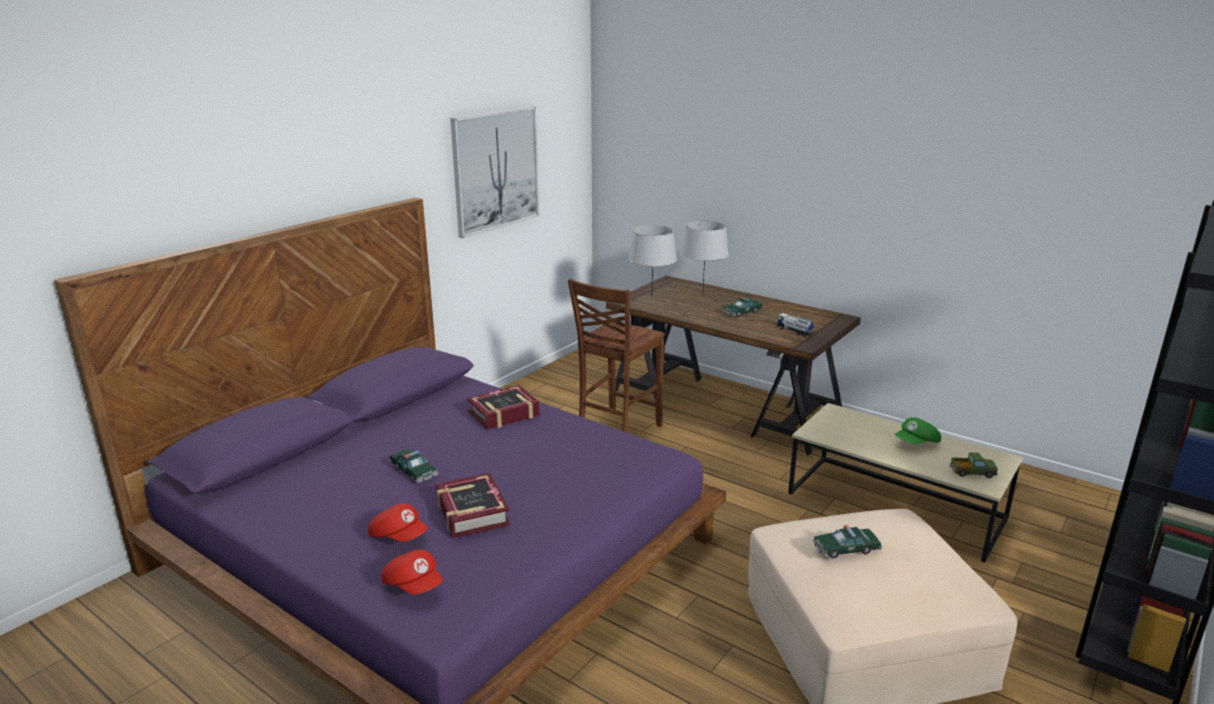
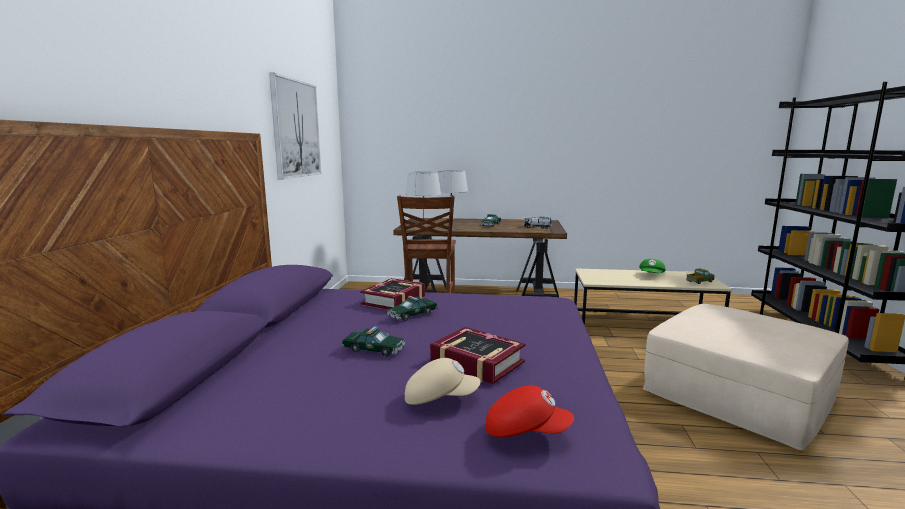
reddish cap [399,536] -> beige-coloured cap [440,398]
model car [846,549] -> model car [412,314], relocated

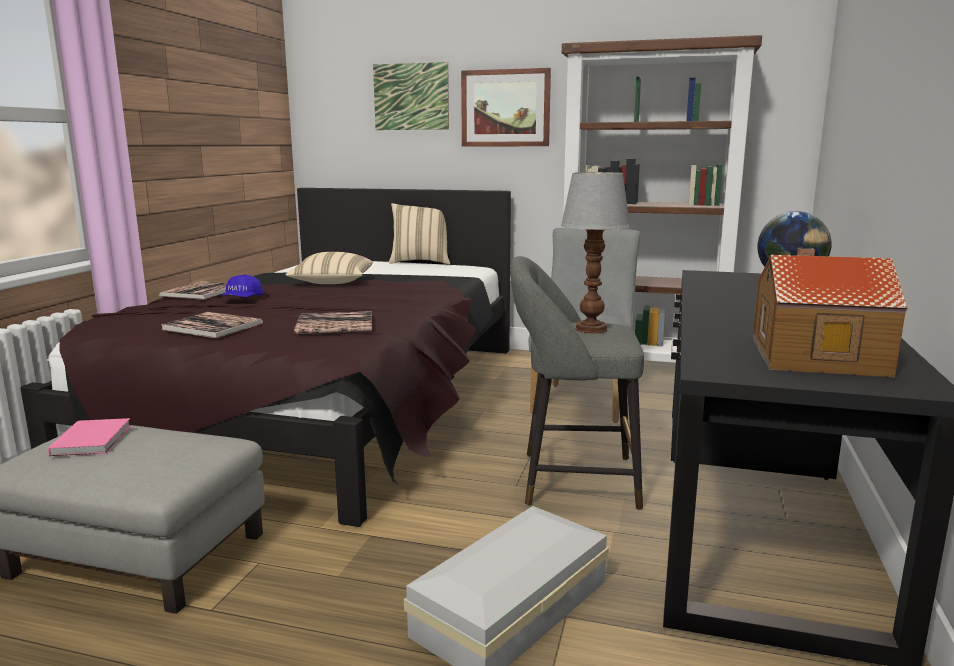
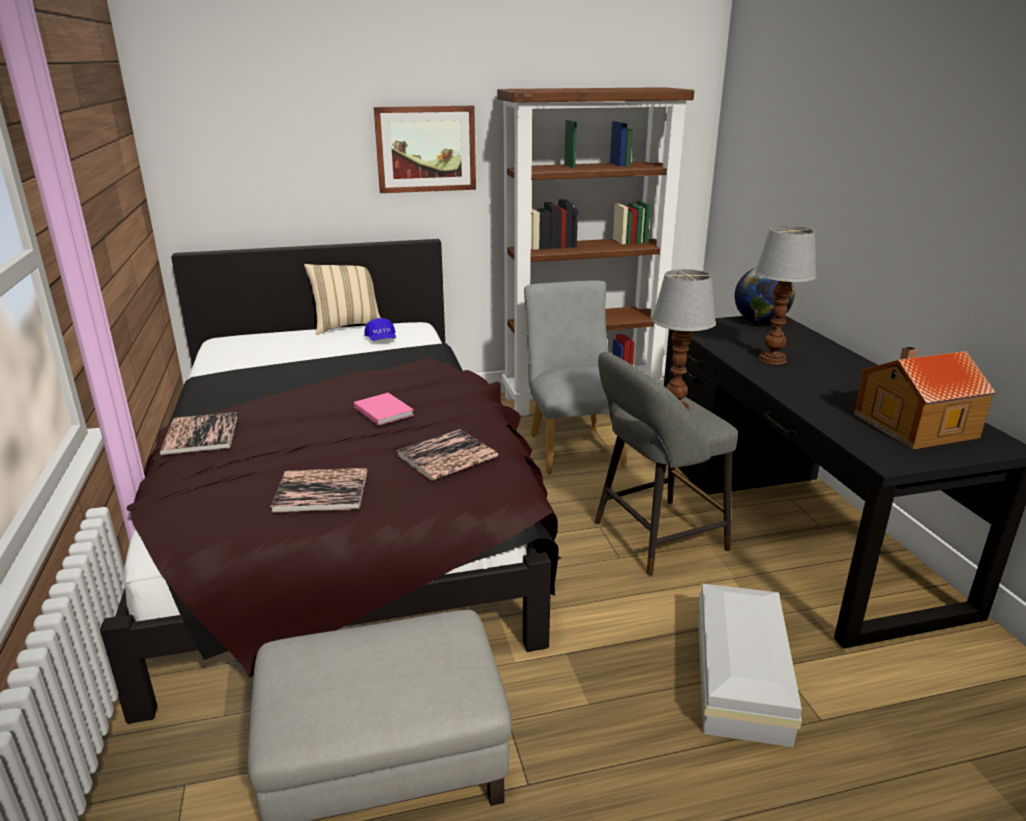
picture [411,96] -> none
beige-coloured pillow [332,283] -> none
blue-coloured cap [242,299] -> blue-coloured cap [381,340], relocated
pink-coloured bound book [94,439] -> pink-coloured bound book [383,410], relocated
none -> tabletop lamp [771,359]

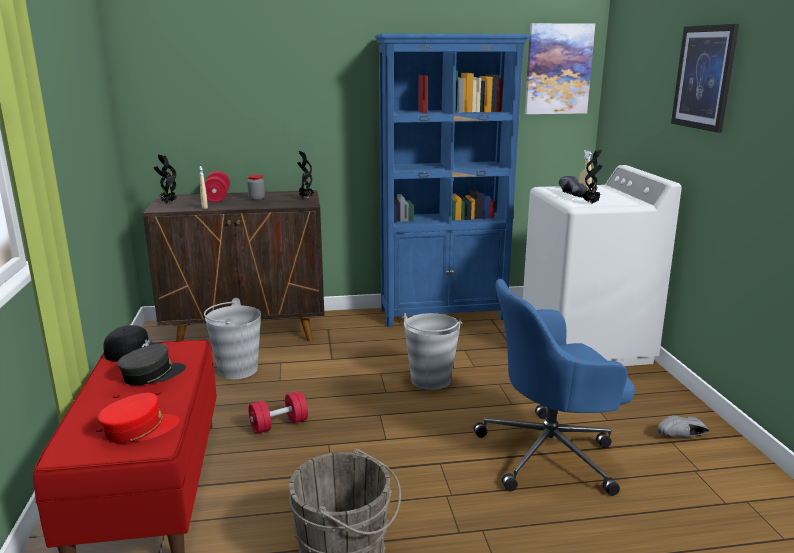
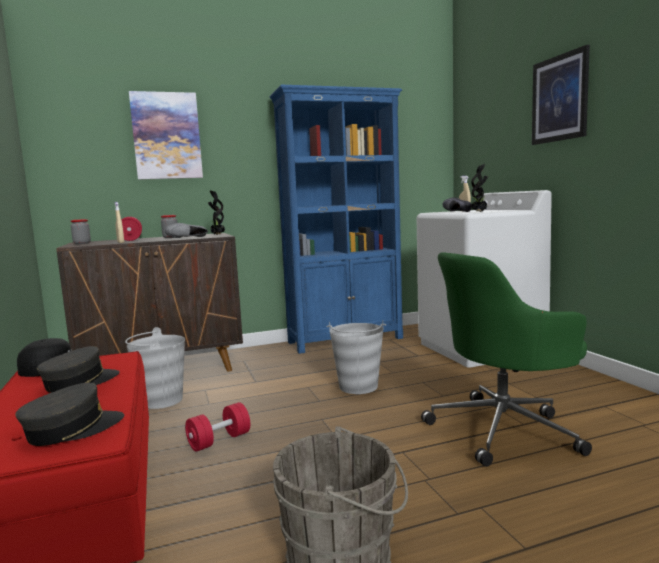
picture [558,69] -> picture [166,136], relocated
potted plant [168,203] -> preserve jar [82,243]
blue-coloured office chair [550,454] -> green-coloured office chair [504,429]
reddish cap [140,429] -> gray cap [73,429]
gray item of footwear [683,437] -> gray item of footwear [189,238], relocated

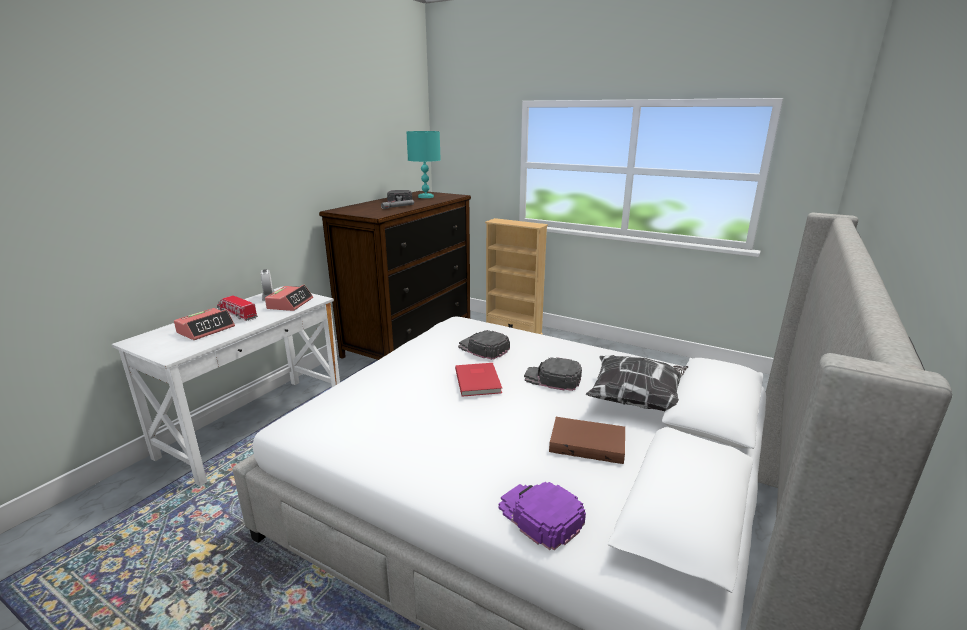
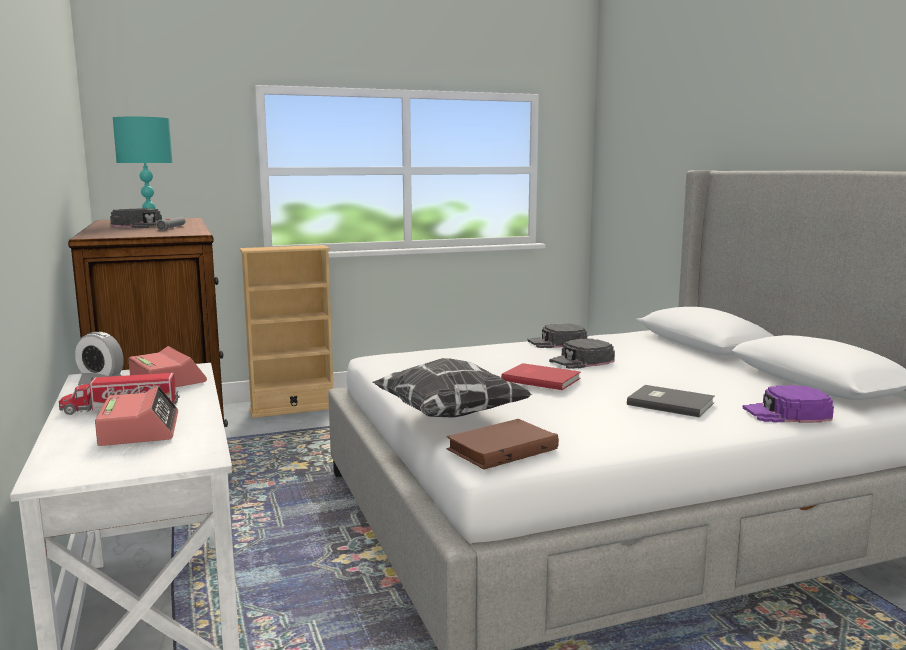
blackish cap [483,348] -> blackish cap [557,343], relocated
pillow [638,400] -> pillow [450,415], relocated
brown-coloured bound book [588,443] -> brown-coloured bound book [501,448], relocated
none -> gray bound book [669,403]

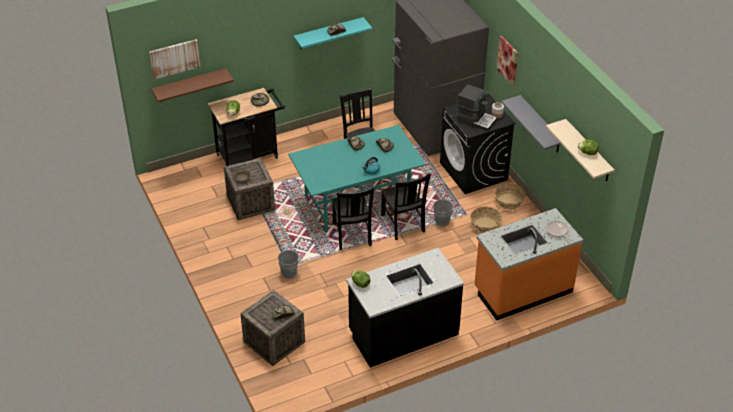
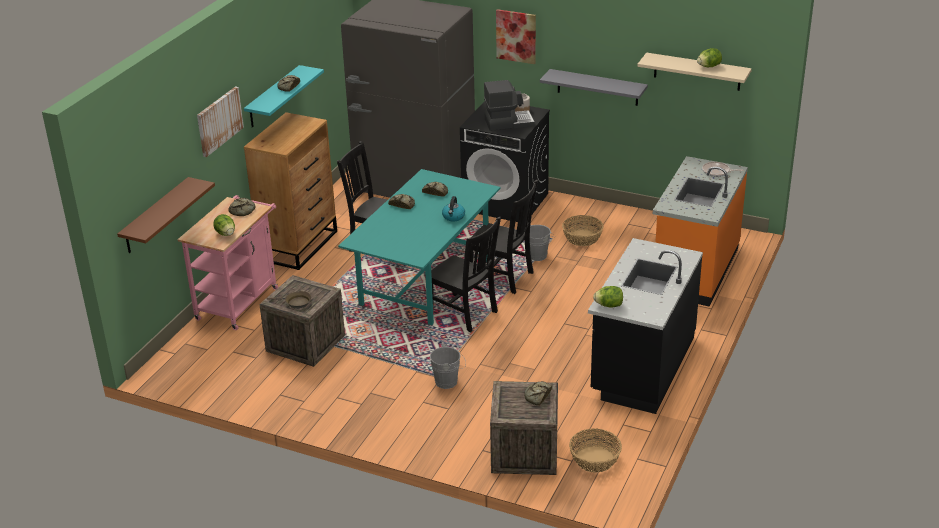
picture [174,58] -> picture [219,121], relocated
blackish wheeled cart [251,155] -> pink-coloured wheeled cart [240,300]
storage basket [509,201] -> storage basket [595,459], relocated
none -> brown-coloured dresser [299,245]

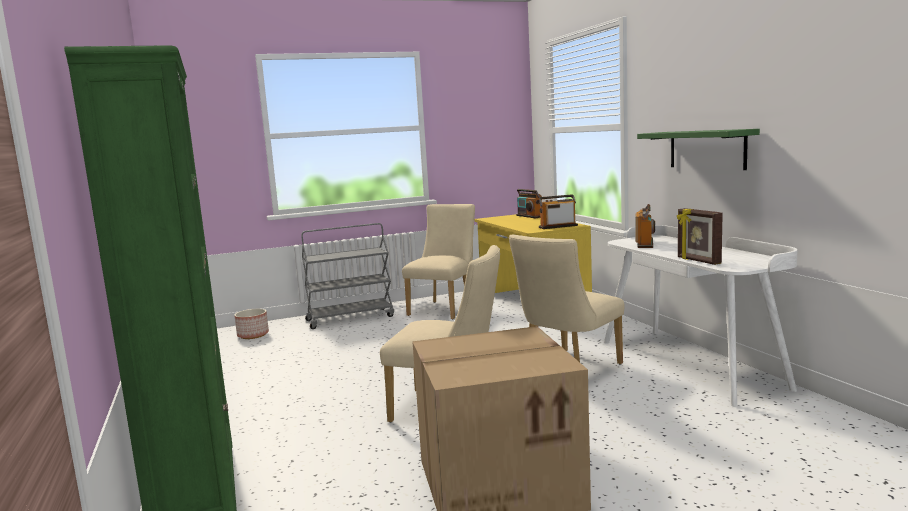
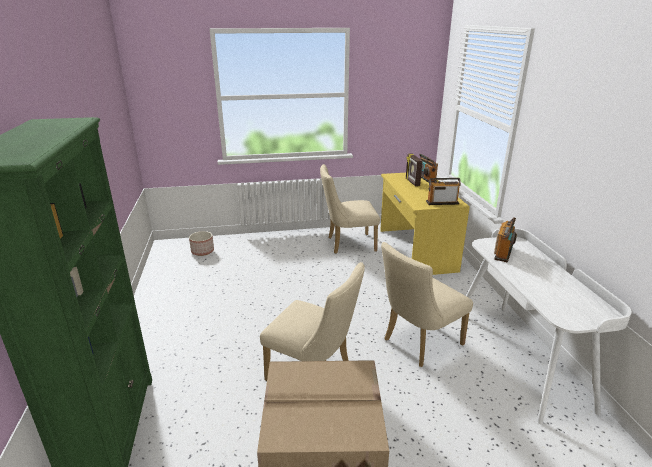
green-coloured shelf [706,149] -> none
beige-coloured chair [444,308] -> beige-coloured chair [347,244], 135 degrees counterclockwise
standing frame [698,261] -> standing frame [412,182], relocated
gray wheeled cart [350,318] -> none

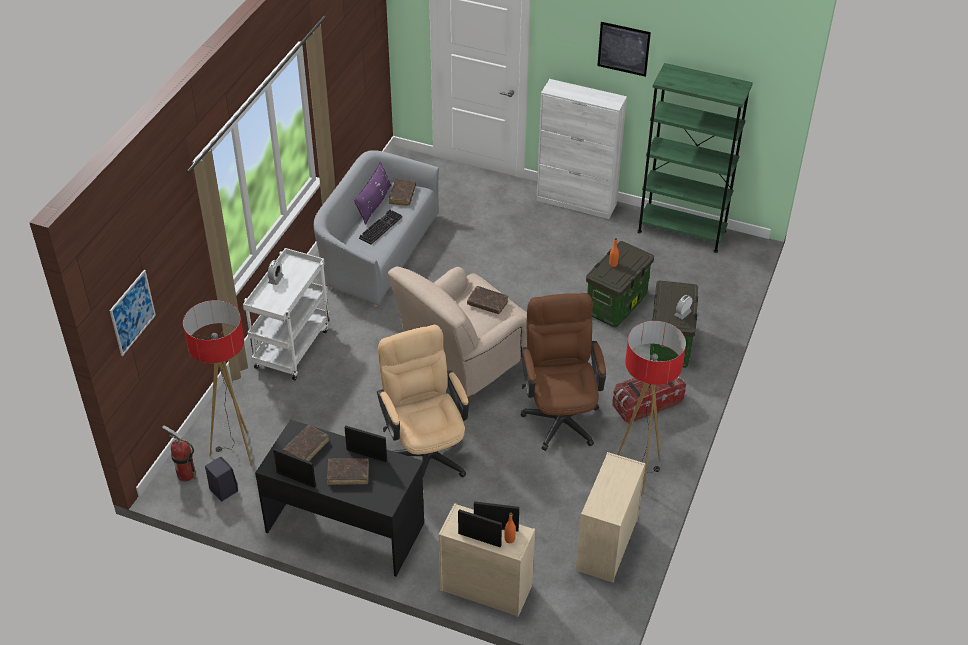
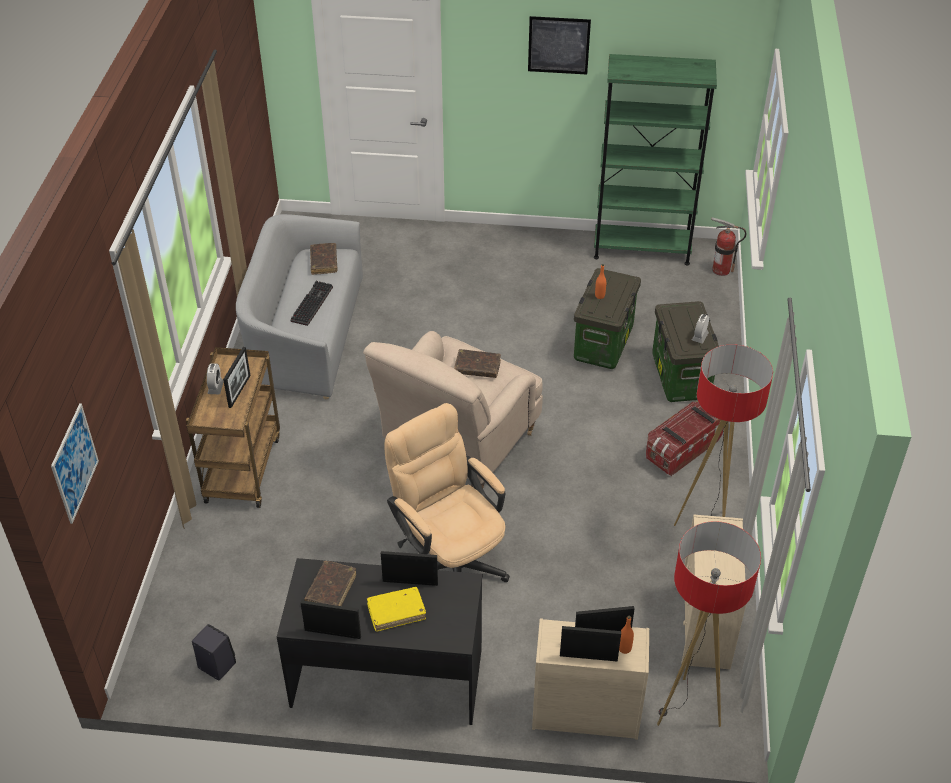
white-coloured cupboard [576,203] -> none
purple pillow [374,203] -> none
white-coloured wheeled cart [292,347] -> brown-coloured wheeled cart [242,468]
brown-coloured office chair [560,414] -> none
floor lamp [236,451] -> floor lamp [686,709], relocated
extinguisher [186,474] -> extinguisher [721,270], relocated
brown-coloured bound book [348,474] -> yellow bound book [396,612]
none -> standing frame [239,391]

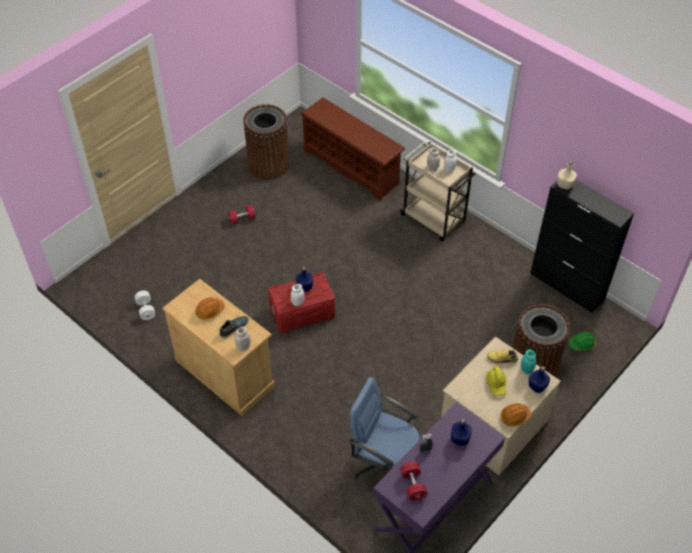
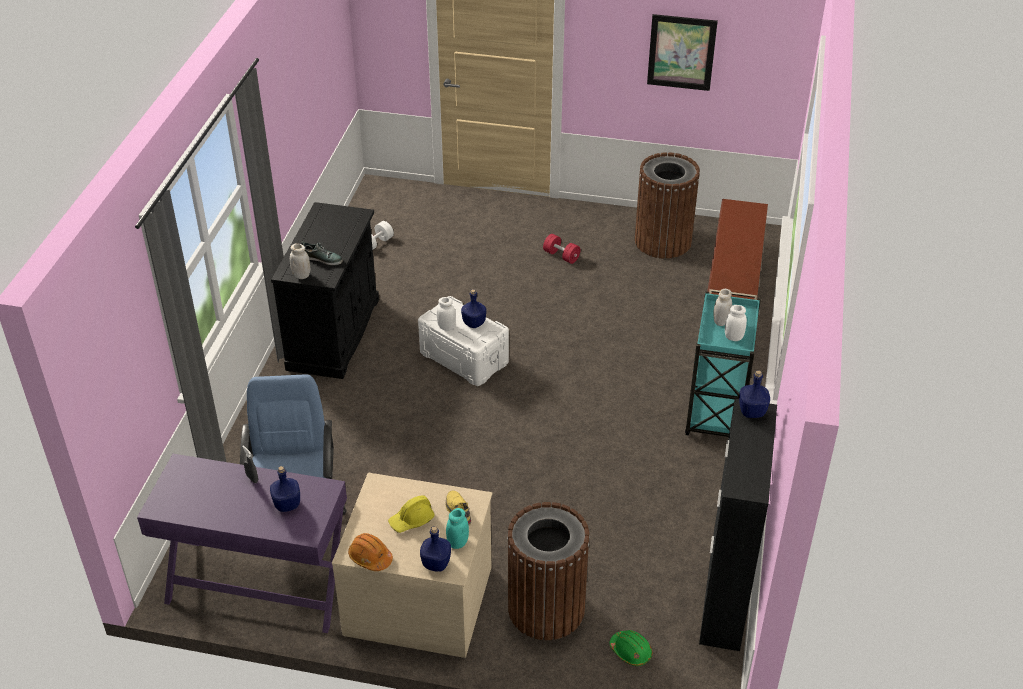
beige-coloured wheeled cart [434,219] -> turquoise wheeled cart [716,413]
beige-coloured bottle [564,185] -> blue-coloured bottle [751,411]
reddish storage box [302,312] -> white-coloured storage box [464,357]
beige-coloured cupboard [225,373] -> blackish cupboard [334,334]
orangey hard hat [210,311] -> none
reddish dumbbell [413,485] -> none
none -> picture [681,52]

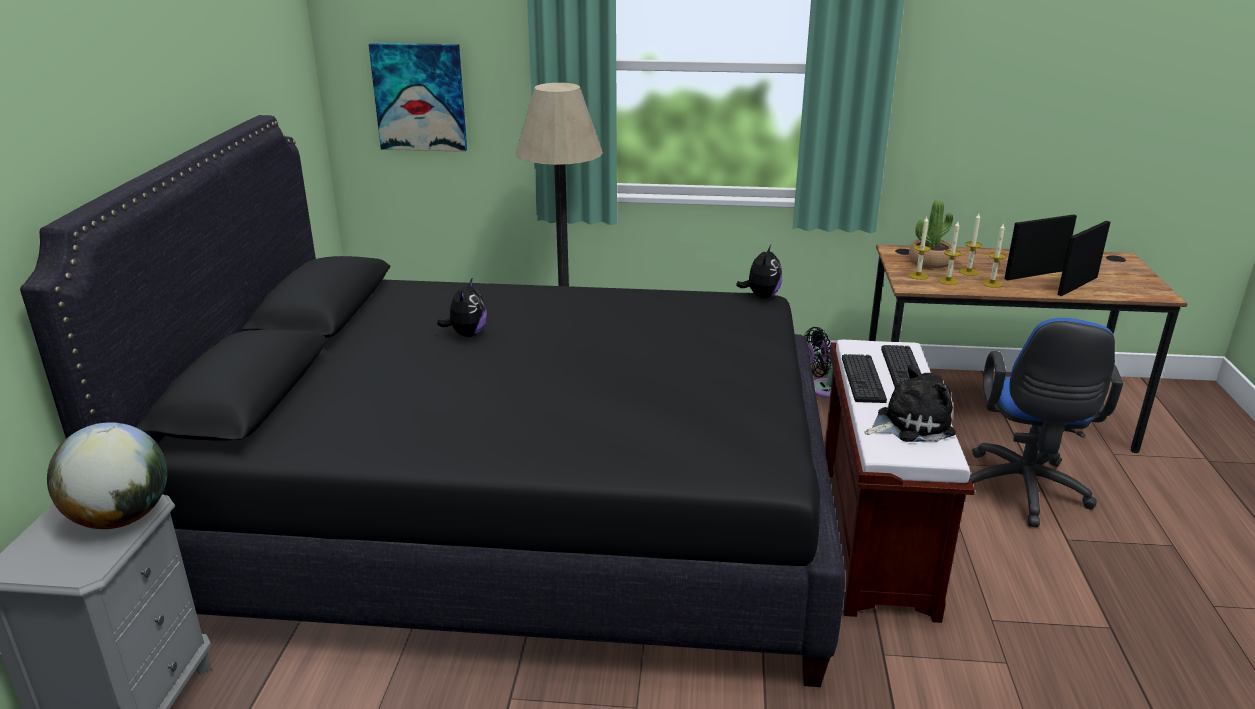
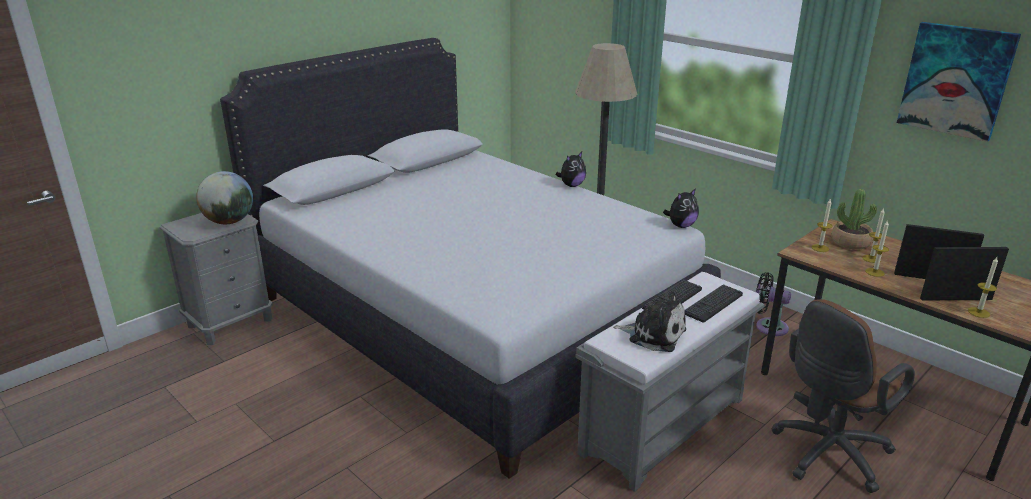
picture [420,97] -> picture [956,80], relocated
blackish bed [517,518] -> white-coloured bed [472,318]
wax light [948,281] -> wax light [978,312], relocated
plush toy [467,334] -> plush toy [571,185], relocated
blue-coloured office chair [1023,492] -> brown-coloured office chair [826,455]
brown-coloured bench [873,536] -> gray bench [664,424]

